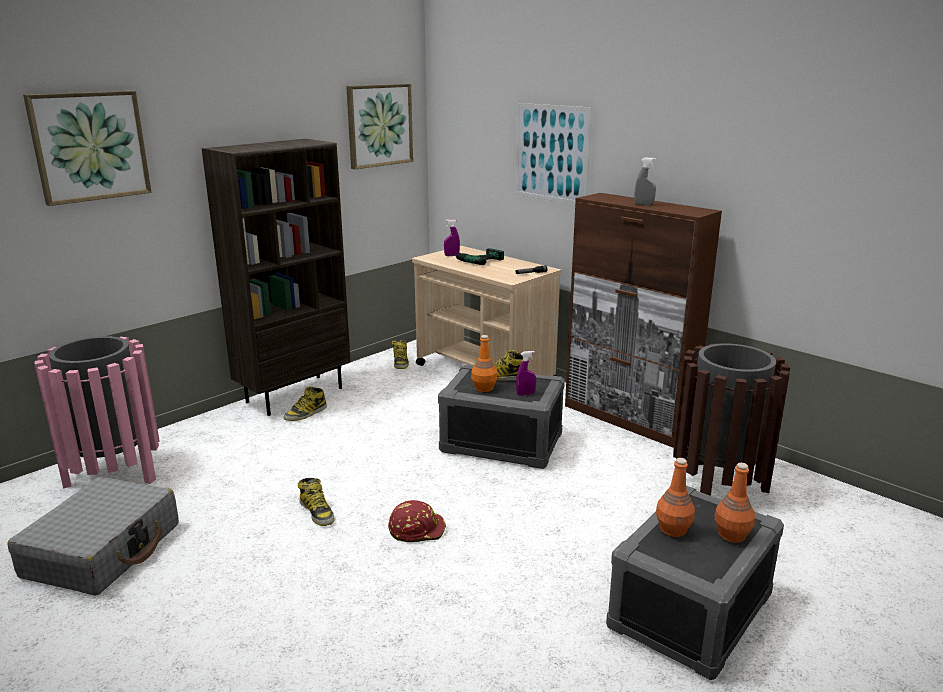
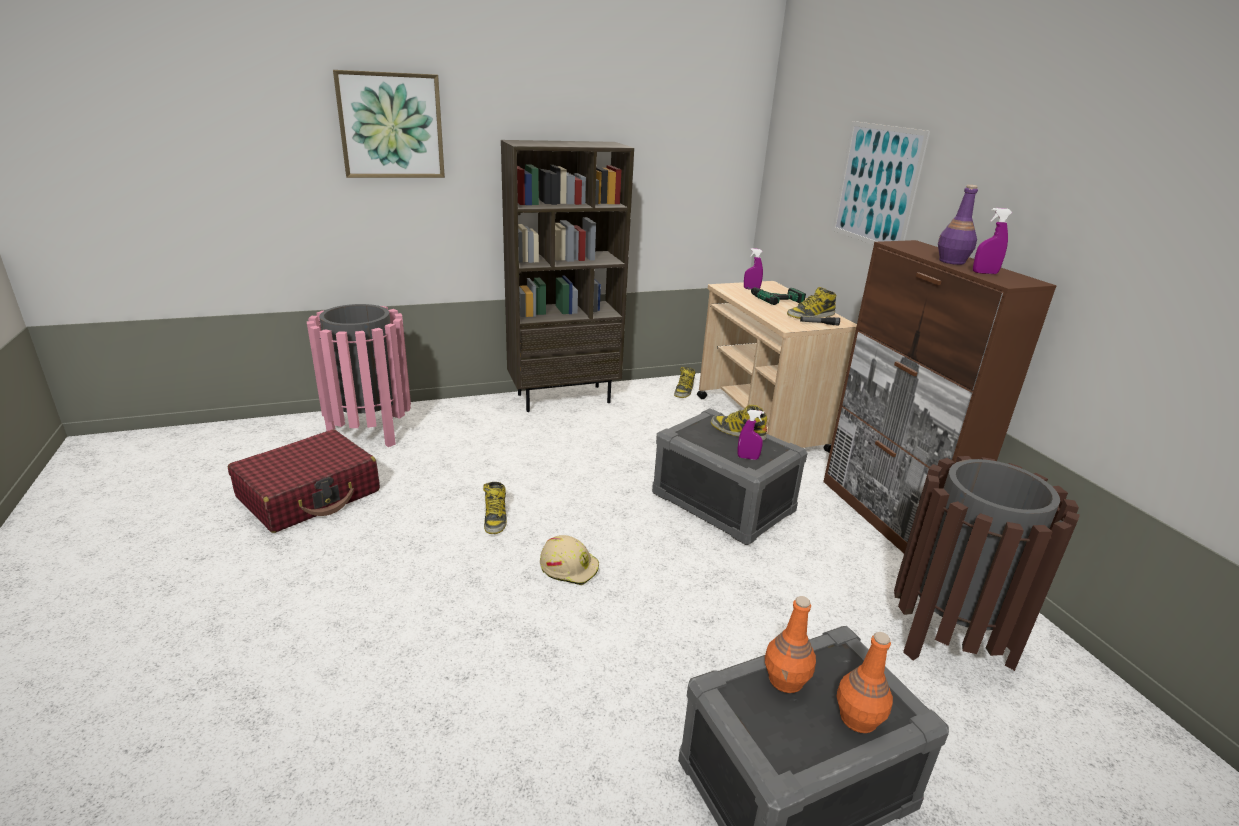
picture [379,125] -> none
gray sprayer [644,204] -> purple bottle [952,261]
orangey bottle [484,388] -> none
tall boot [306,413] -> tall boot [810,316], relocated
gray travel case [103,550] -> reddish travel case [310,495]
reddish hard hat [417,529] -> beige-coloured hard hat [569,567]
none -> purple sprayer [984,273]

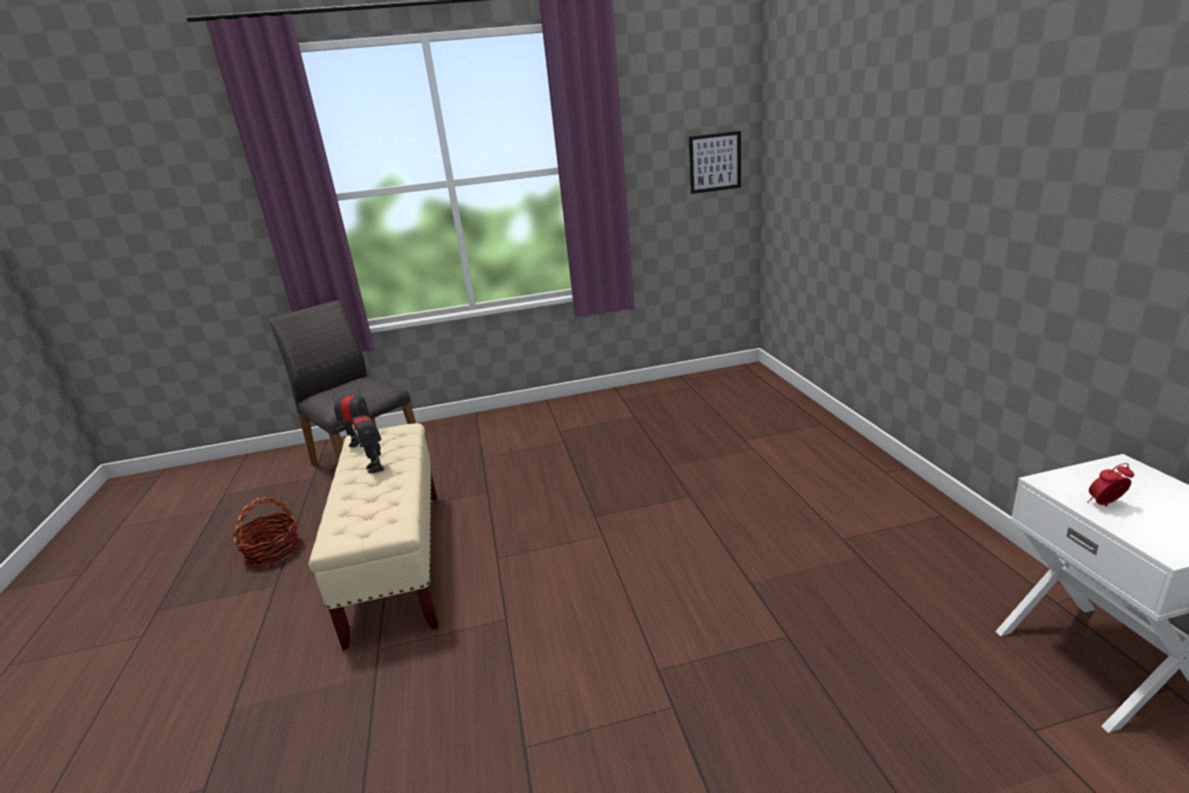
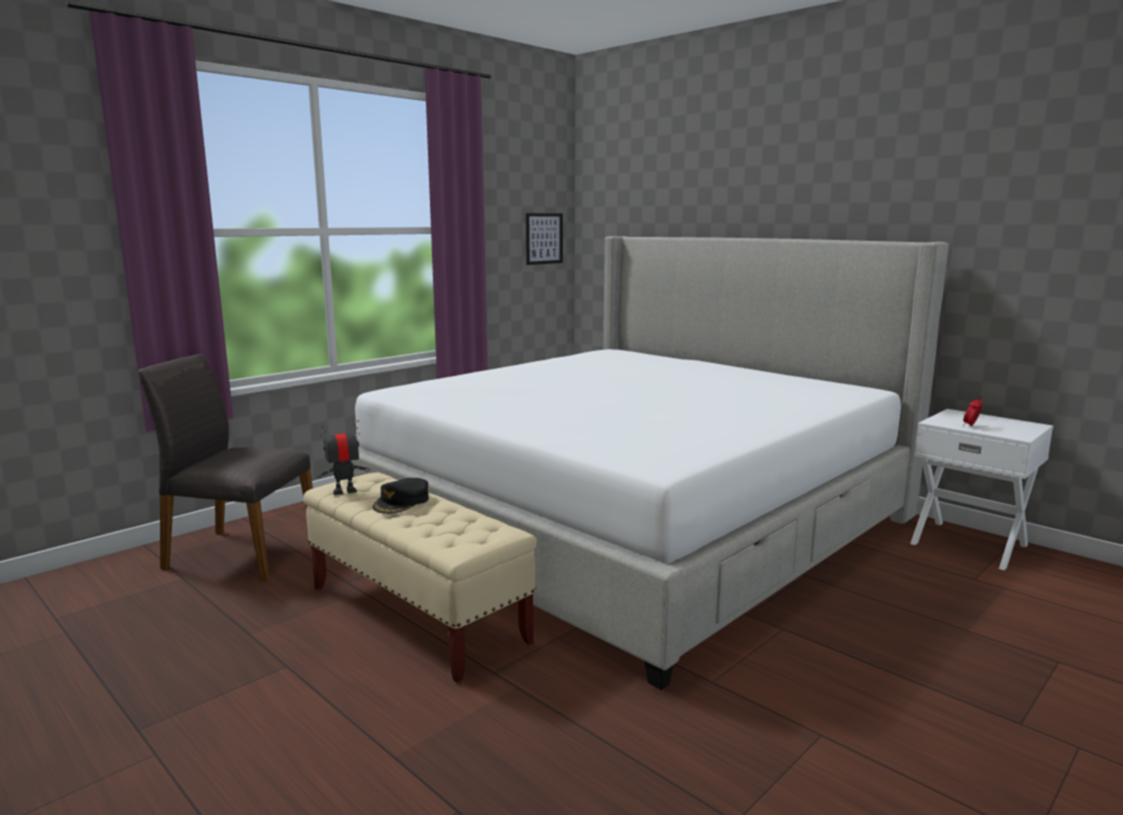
robot figure [376,467] -> blackish cap [402,502]
storage basket [273,551] -> none
none -> bed [633,521]

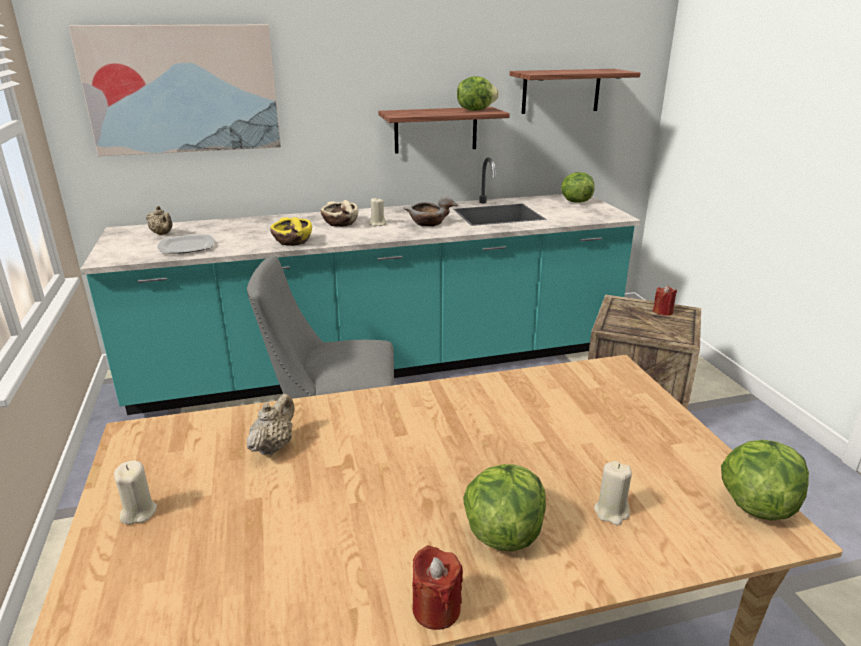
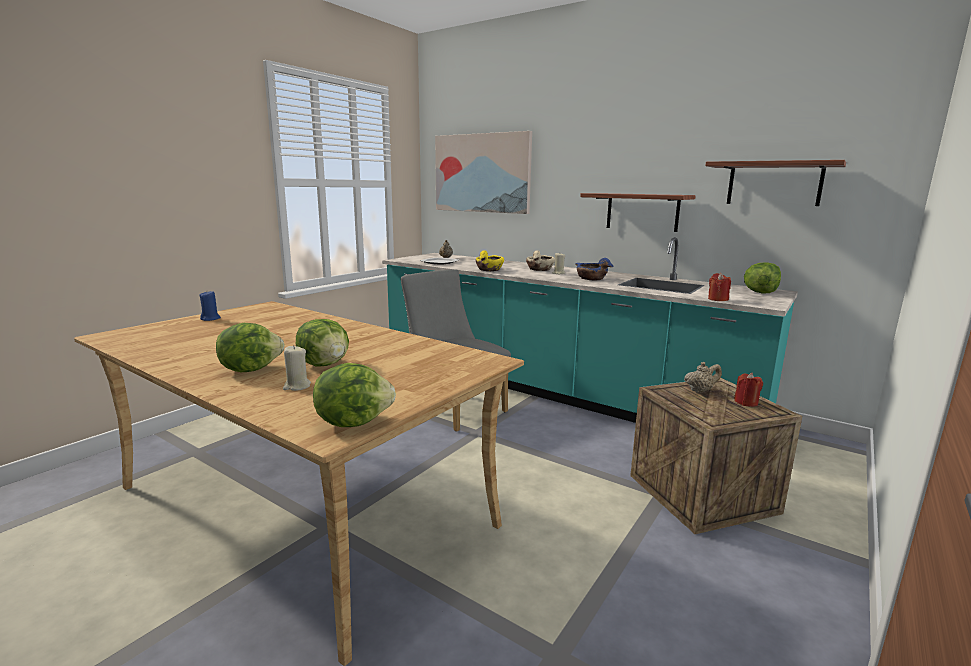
lettuce head [475,110] -> lettuce head [325,364], relocated
gray bowl [427,223] -> blue-coloured bowl [591,278]
beige-coloured tea pot [273,446] -> beige-coloured tea pot [700,390], relocated
beige-coloured wax light [138,512] -> blue-coloured wax light [210,319]
reddish wax light [436,609] -> reddish wax light [717,299], relocated

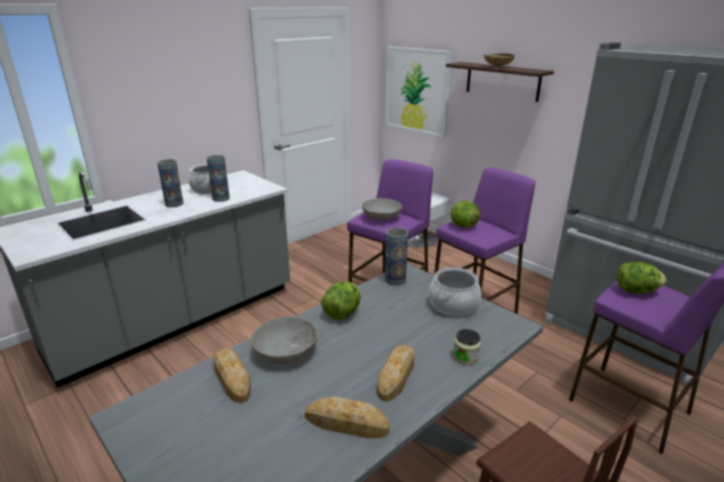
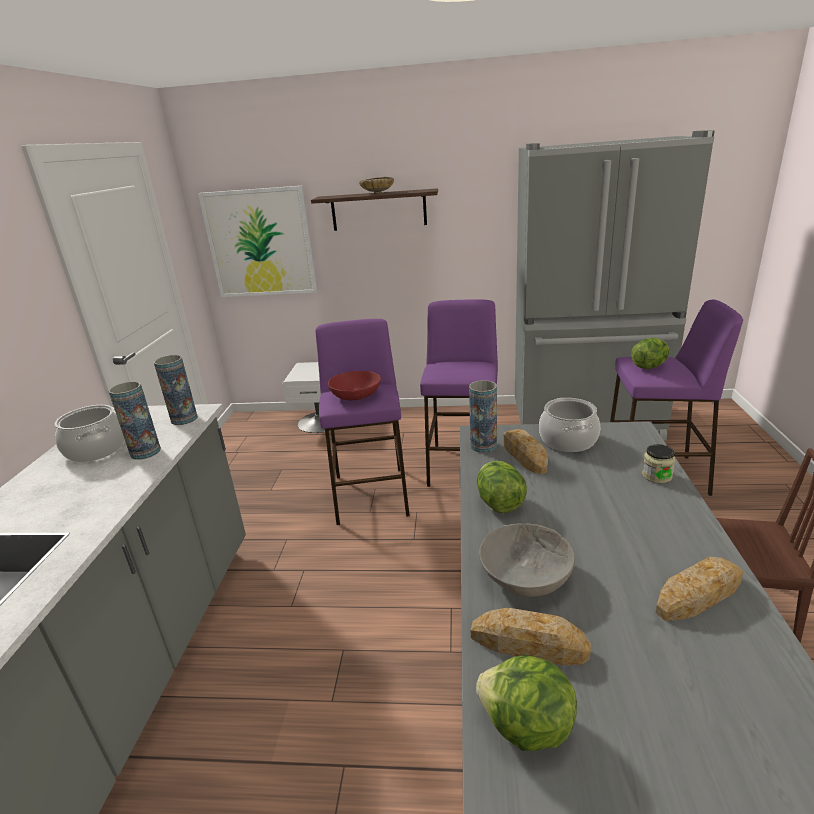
flower vase [174,204] -> flower vase [184,419], relocated
gray bowl [382,217] -> reddish bowl [356,395]
lettuce head [462,225] -> lettuce head [526,727], relocated
bread [397,375] -> bread [524,455], relocated

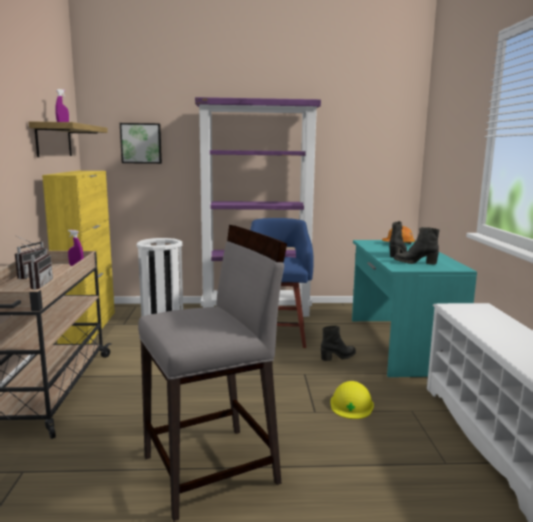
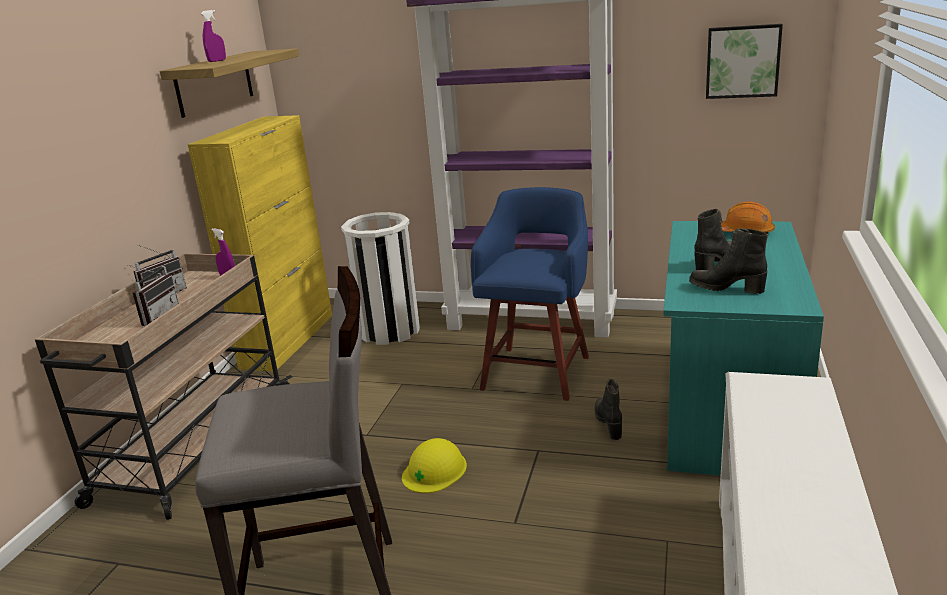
picture [141,143] -> picture [742,61], relocated
blackish tall boot [338,357] -> blackish tall boot [609,423], 90 degrees counterclockwise
yellow hard hat [351,404] -> yellow hard hat [434,470], relocated

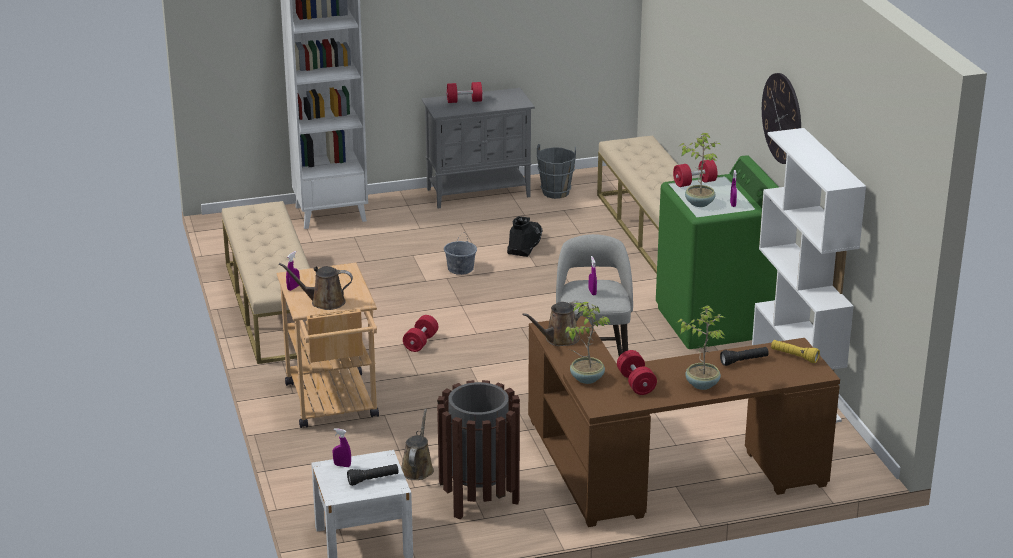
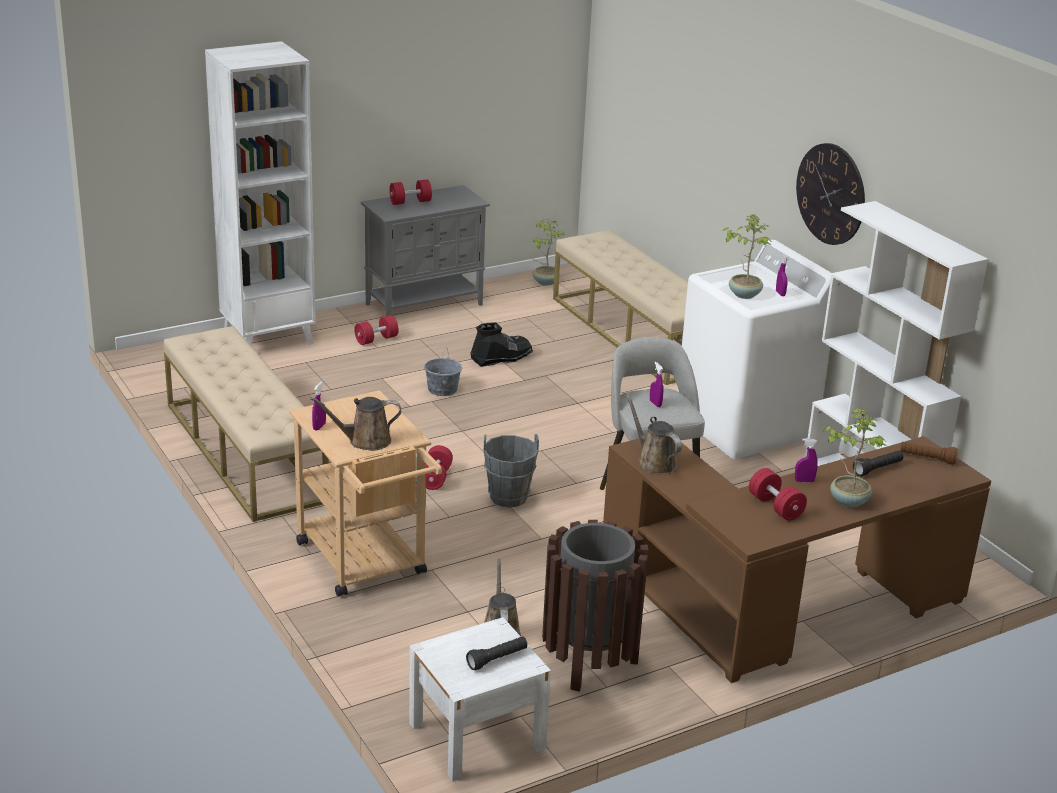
gray bucket [555,193] -> gray bucket [508,497], relocated
green-coloured laundry appliance [714,322] -> white-coloured laundry appliance [745,426]
reddish dumbbell [694,183] -> reddish dumbbell [376,339], relocated
blackish tall boot [524,245] -> blackish tall boot [501,357], 60 degrees clockwise
brown-coloured watering can [559,339] -> brown-coloured watering can [654,462], 105 degrees clockwise
potted plant [586,378] -> potted plant [544,282], relocated
yellow hand torch [794,356] -> brown-coloured hand torch [927,459]
purple sprayer [342,465] -> purple sprayer [804,481], relocated

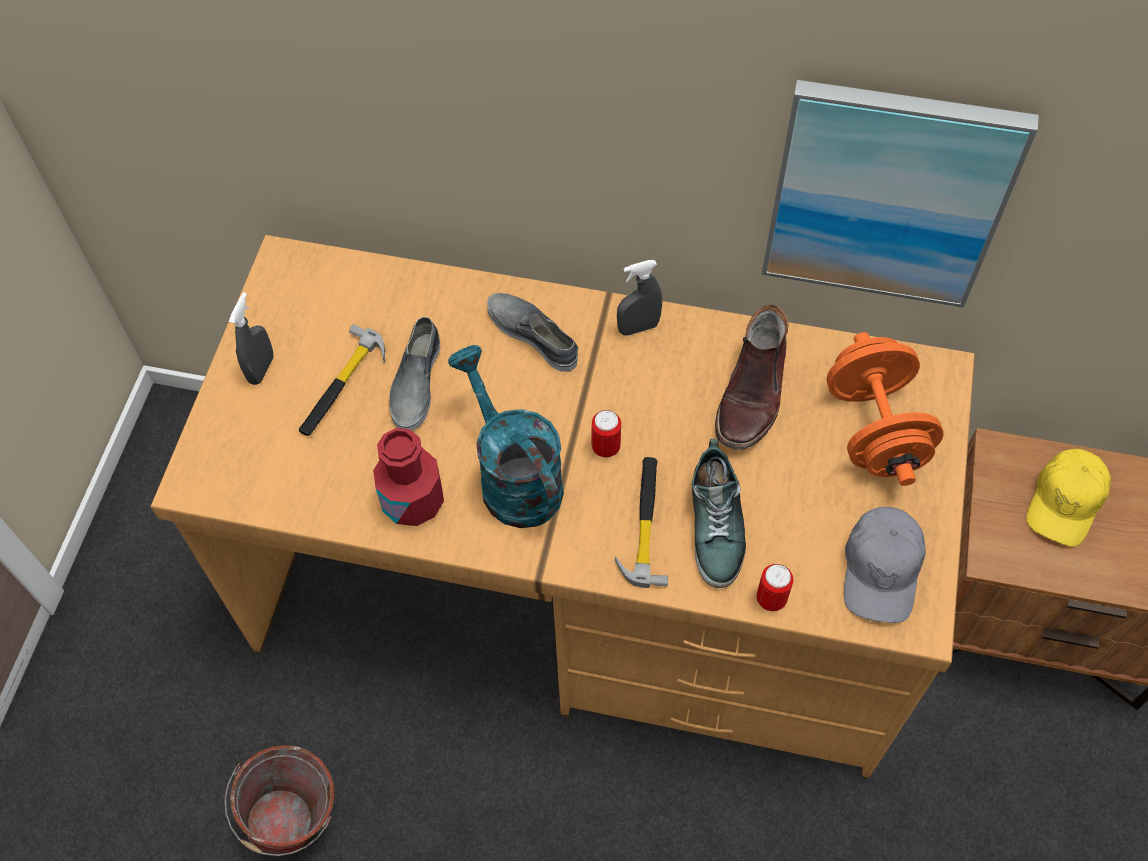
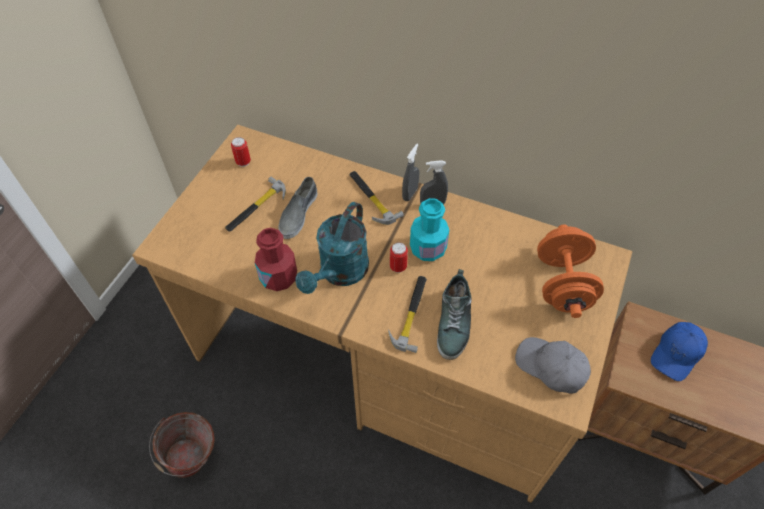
picture [887,195] -> none
gray sprayer [261,369] -> gray sprayer [410,193], relocated
gray item of footwear [533,335] -> tool hammer [371,198]
brown-coloured tall boot [753,393] -> none
turquoise watering can [513,476] -> turquoise watering can [340,273], 135 degrees counterclockwise
yellow cap [1065,502] -> blue-coloured cap [677,354]
gray cap [881,570] -> gray cap [551,367], 105 degrees clockwise
can [771,599] -> can [243,162], relocated
none -> turquoise bottle [428,248]

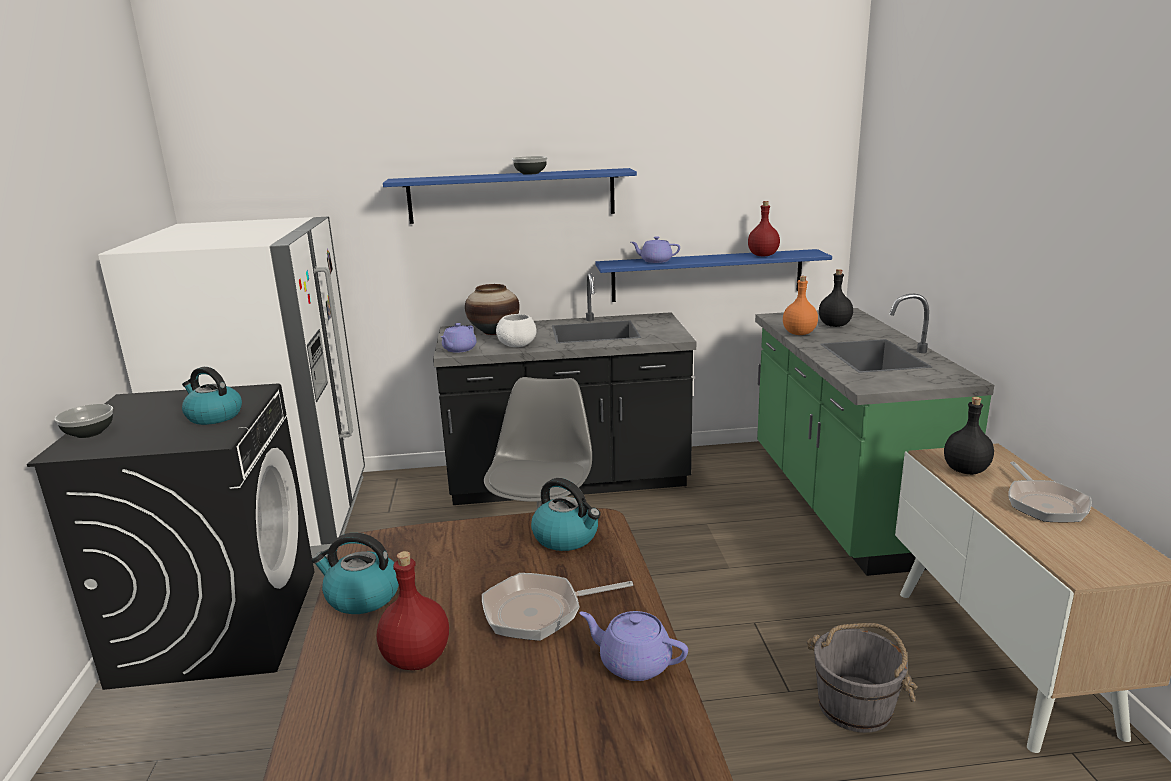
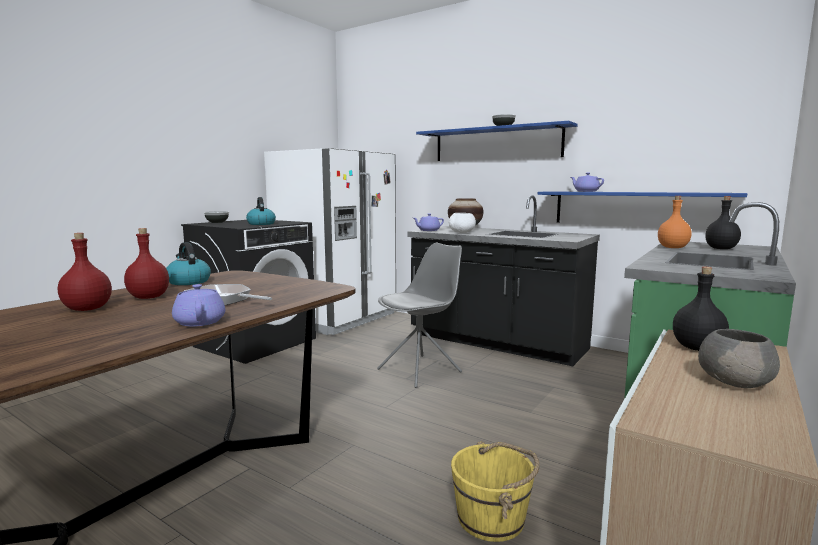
reddish bottle [763,255] -> reddish bottle [88,309], relocated
skillet [1044,504] -> gray bowl [735,382]
kettle [567,537] -> none
gray bucket [855,706] -> yellow bucket [492,518]

